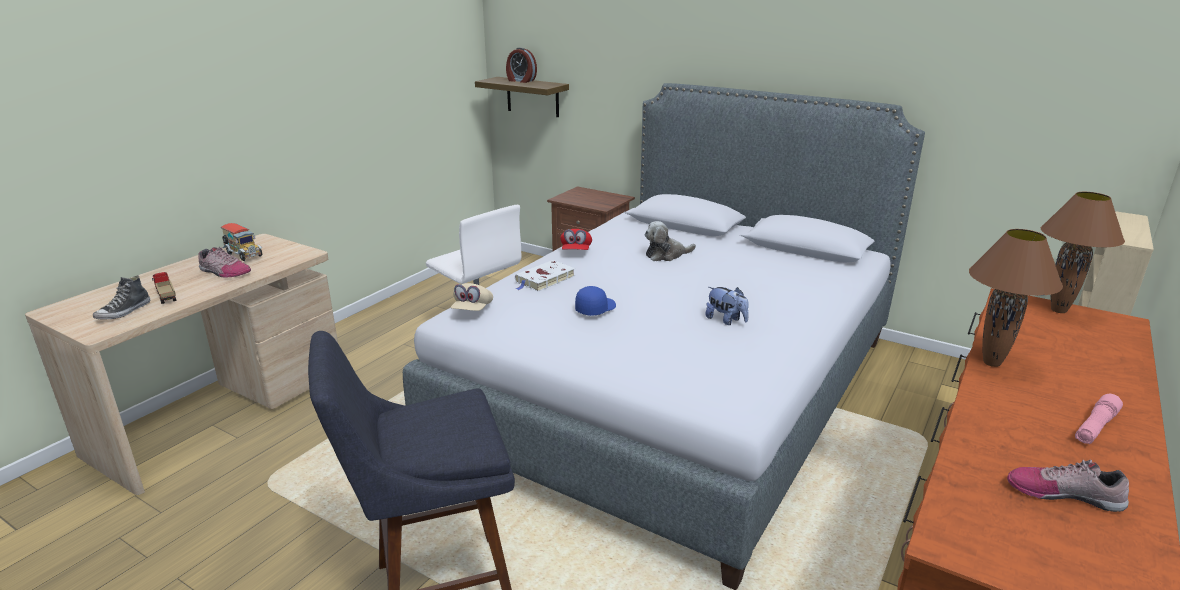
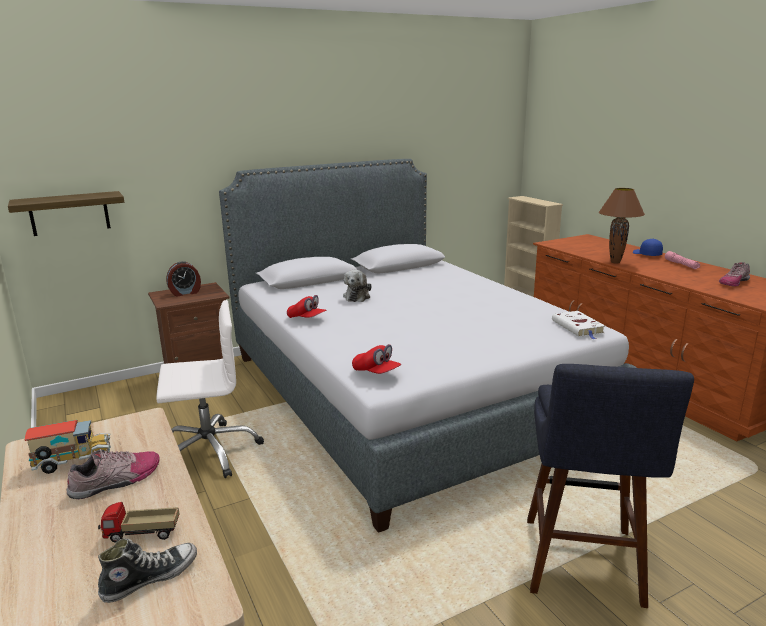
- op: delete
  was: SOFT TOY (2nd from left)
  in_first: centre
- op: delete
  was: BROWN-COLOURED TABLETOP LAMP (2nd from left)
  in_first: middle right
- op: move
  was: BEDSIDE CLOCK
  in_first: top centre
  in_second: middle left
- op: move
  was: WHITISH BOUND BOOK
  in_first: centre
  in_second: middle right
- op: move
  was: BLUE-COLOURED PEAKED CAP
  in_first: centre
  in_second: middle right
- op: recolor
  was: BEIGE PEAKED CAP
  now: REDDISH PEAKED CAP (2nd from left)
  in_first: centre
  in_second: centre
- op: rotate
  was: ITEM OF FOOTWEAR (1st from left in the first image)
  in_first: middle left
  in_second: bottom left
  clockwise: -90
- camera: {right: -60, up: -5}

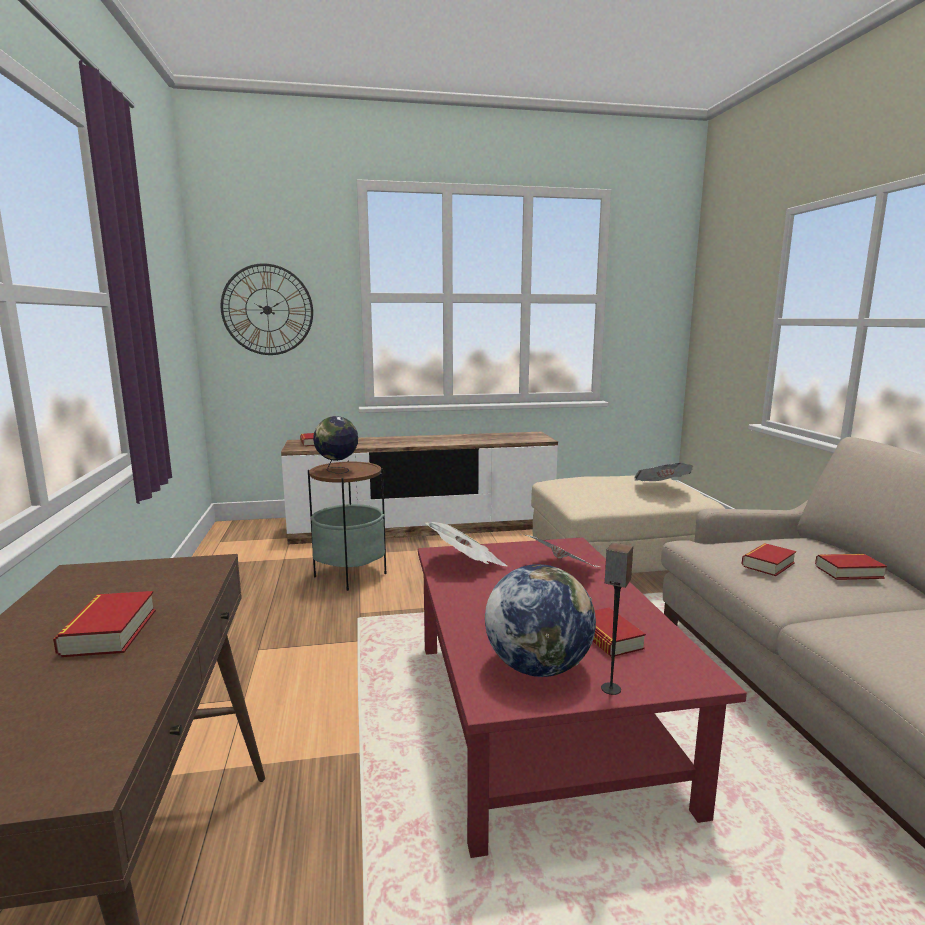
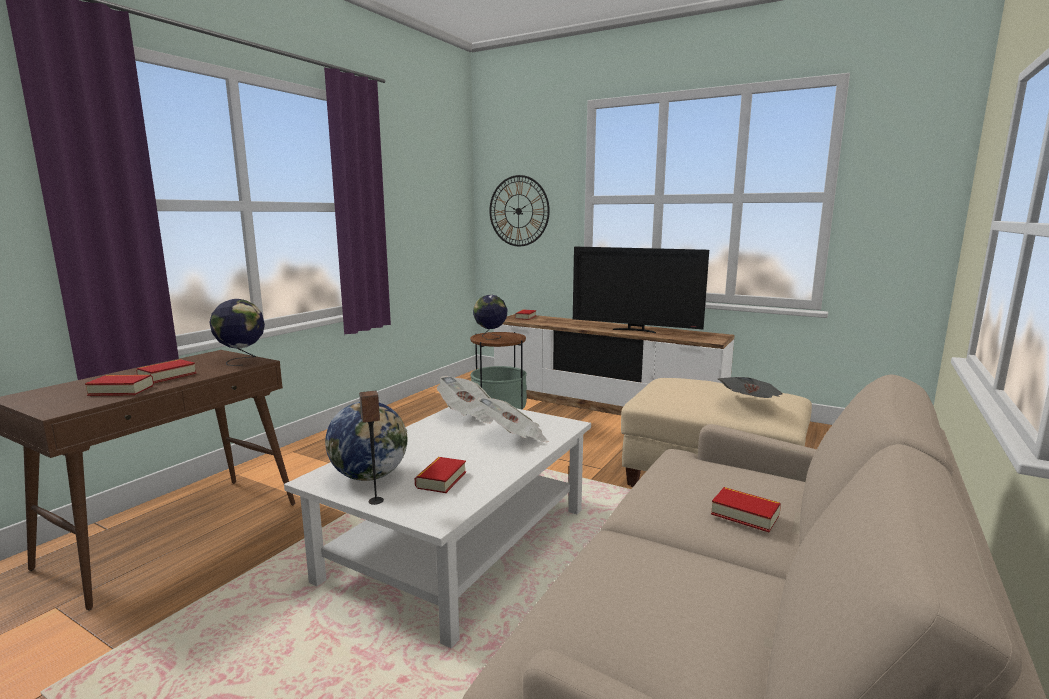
- op: insert
  now: WORLD GLOBE (1st from left)
  in_second: middle left
- op: insert
  now: TV SET
  in_second: centre
- op: move
  was: BOUND BOOK (4th from left in the first image)
  now: BOUND BOOK (1st from left)
  in_first: middle right
  in_second: middle left
- op: recolor
  was: REDDISH COFFEE TABLE
  now: WHITISH COFFEE TABLE
  in_first: bottom centre
  in_second: bottom centre
- camera: {right: 40, up: 0}

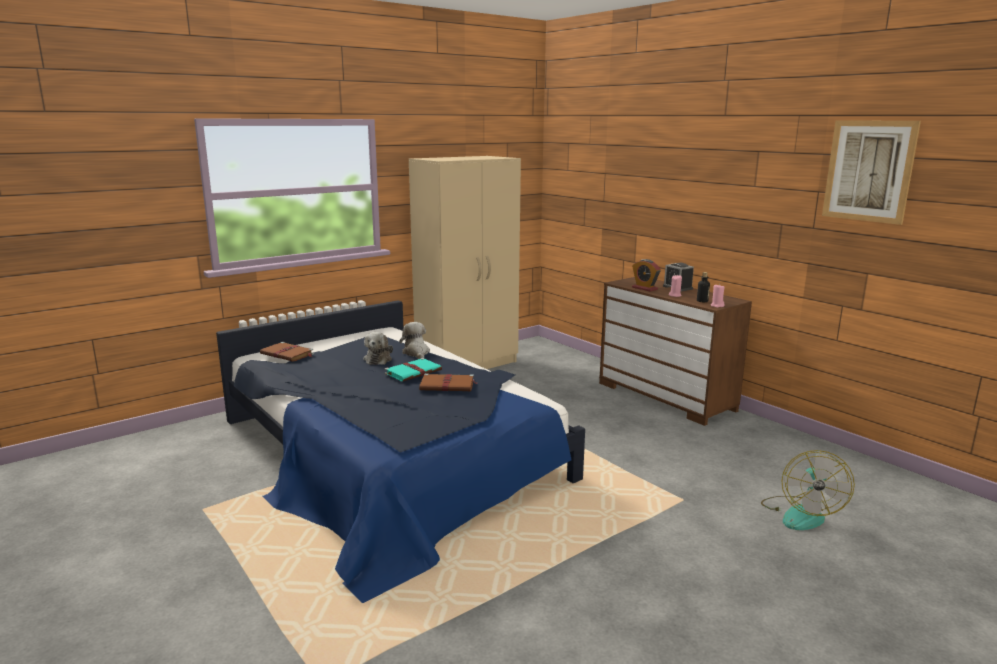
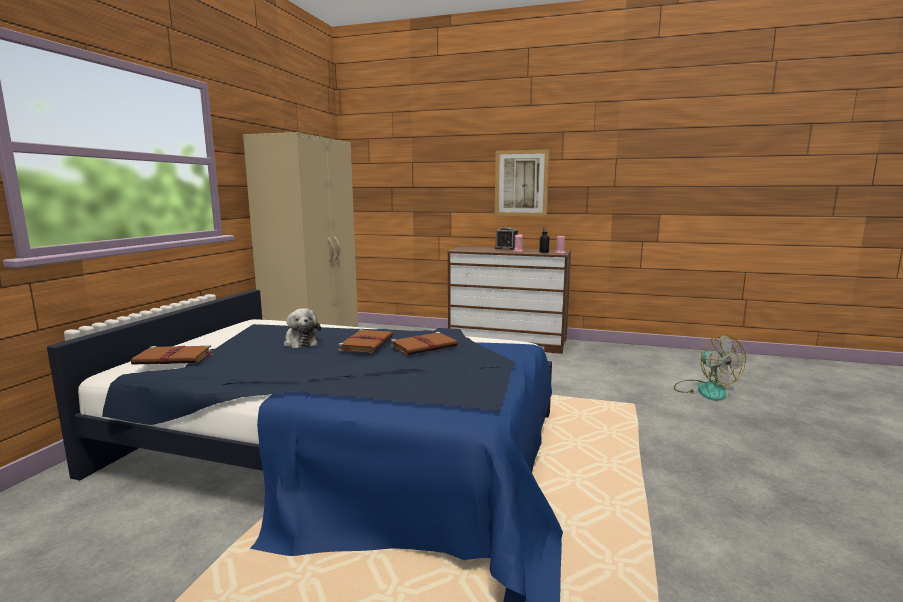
- op: delete
  was: SOFT TOY (2nd from left)
  in_first: centre
- op: delete
  was: BEDSIDE CLOCK (1st from left)
  in_first: centre
- op: move
  was: PICTURE
  in_first: top right
  in_second: top centre
- op: recolor
  was: TURQUOISE-COLOURED BOUND BOOK
  now: BROWN-COLOURED BOUND BOOK (2nd from left)
  in_first: centre
  in_second: centre
- camera: {right: -35, up: -5}

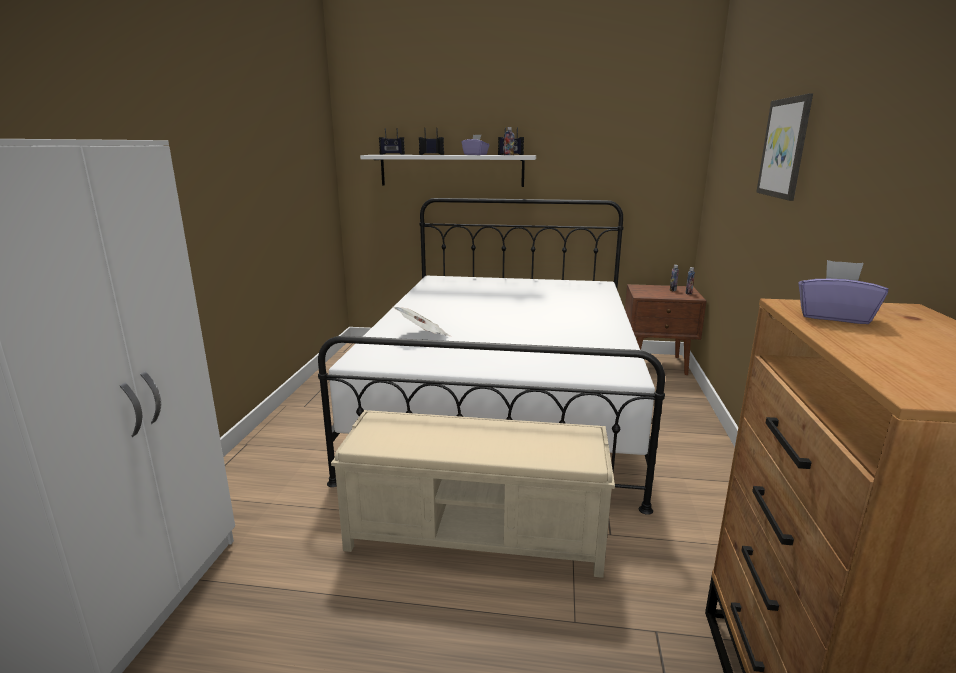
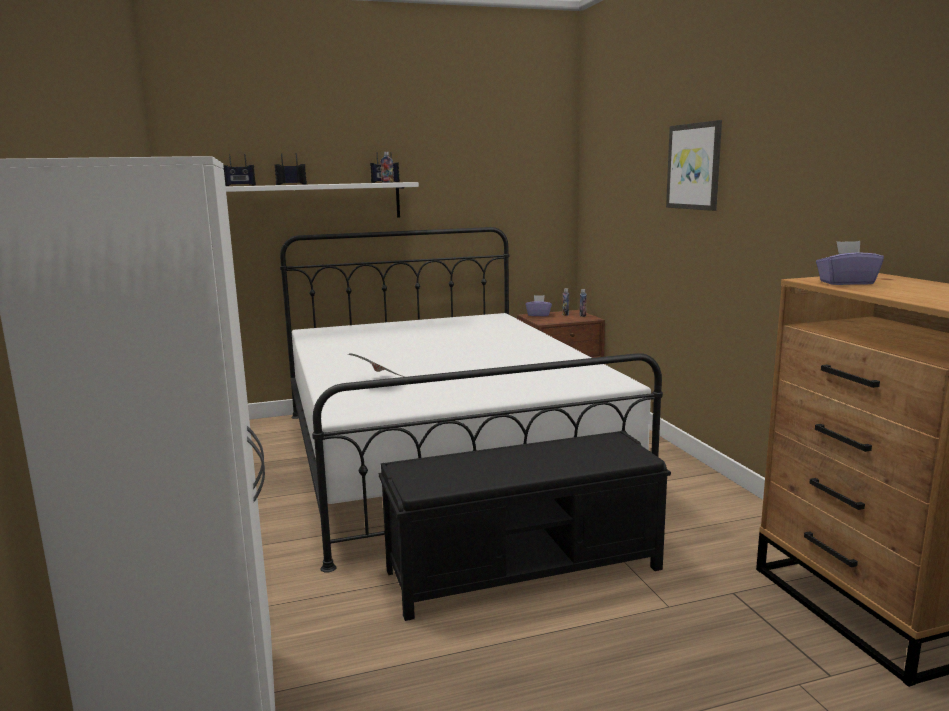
- op: move
  was: PURPLISH TISSUE HOLDER (1st from left)
  in_first: top centre
  in_second: centre
- op: recolor
  was: BEIGE LONG SEAT
  now: BLACK-COLOURED LONG SEAT
  in_first: bottom centre
  in_second: bottom centre
- camera: {right: -25, up: -5}

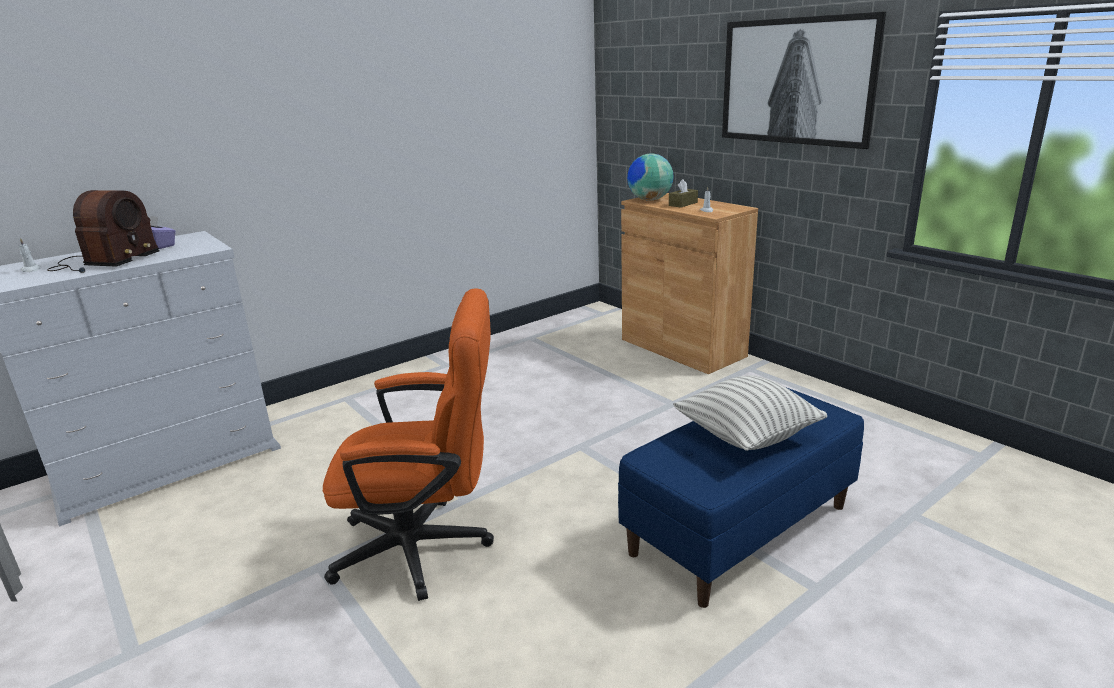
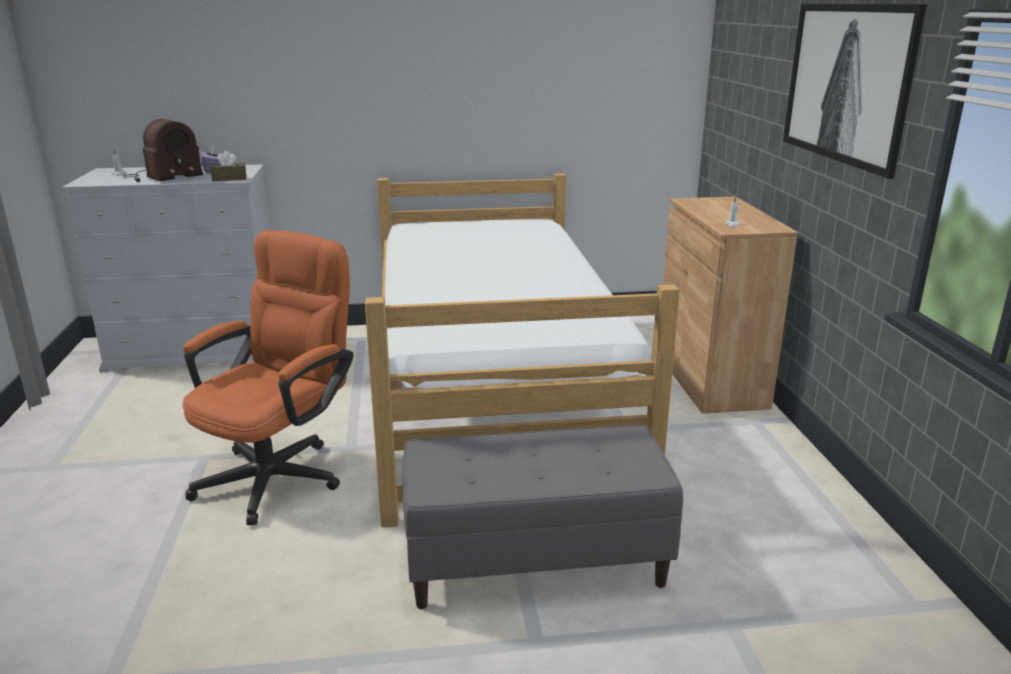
- op: delete
  was: WORLD GLOBE
  in_first: top centre
- op: delete
  was: PILLOW
  in_first: middle right
- op: insert
  now: SLEEPING BED
  in_second: centre
- op: move
  was: BROWN-COLOURED TISSUE HOLDER
  in_first: top centre
  in_second: top left
- op: recolor
  was: BLUE-COLOURED LONG SEAT
  now: GREY LONG SEAT
  in_first: bottom centre
  in_second: bottom centre
- op: rotate
  was: ORANGE-COLOURED DESK CHAIR
  in_first: centre
  in_second: middle left
  clockwise: -90
- camera: {right: 30, up: 0}

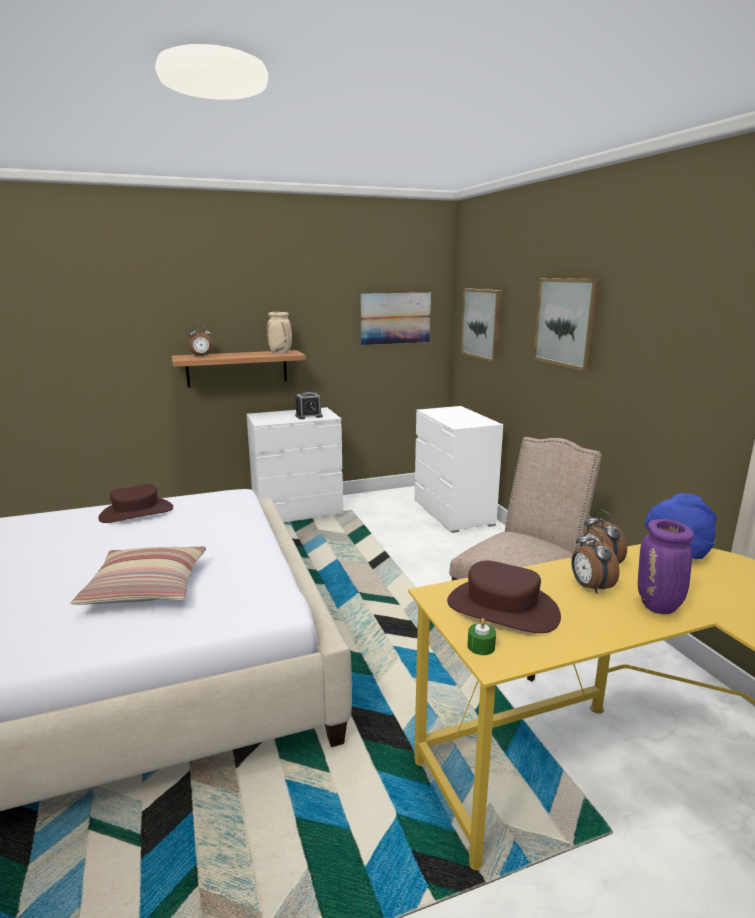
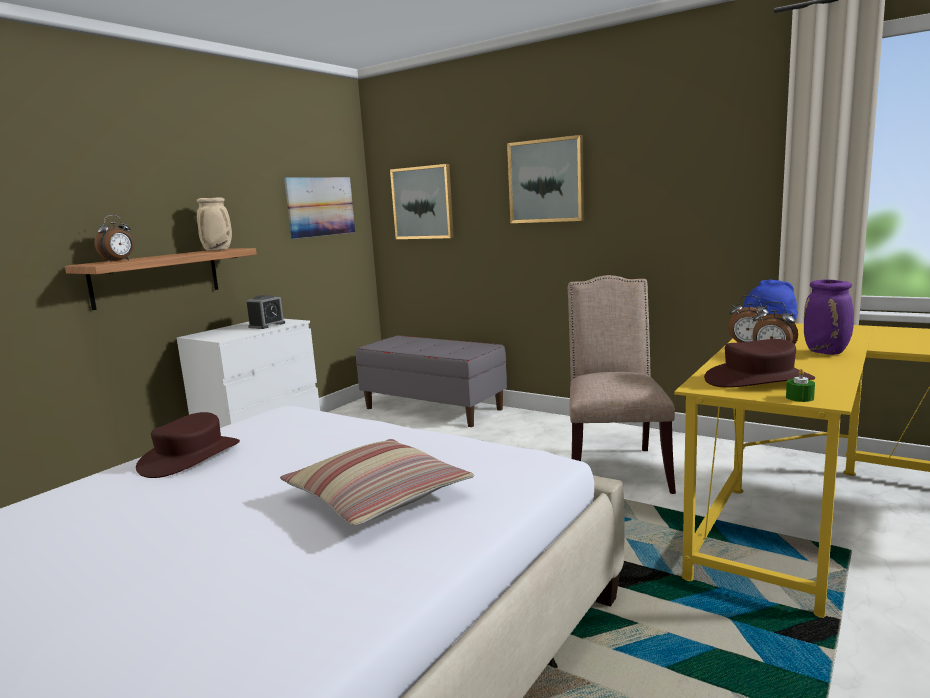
- op: replace
  was: WHITISH DRESSER (2nd from left)
  now: GREY LONG SEAT
  in_first: centre
  in_second: centre
- camera: {right: -35, up: -5}

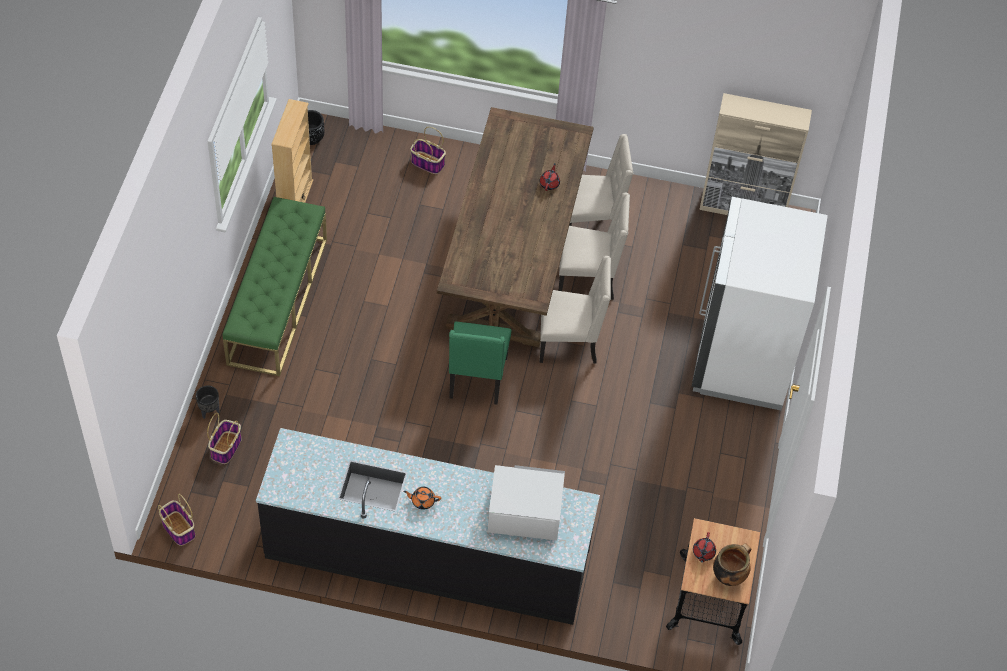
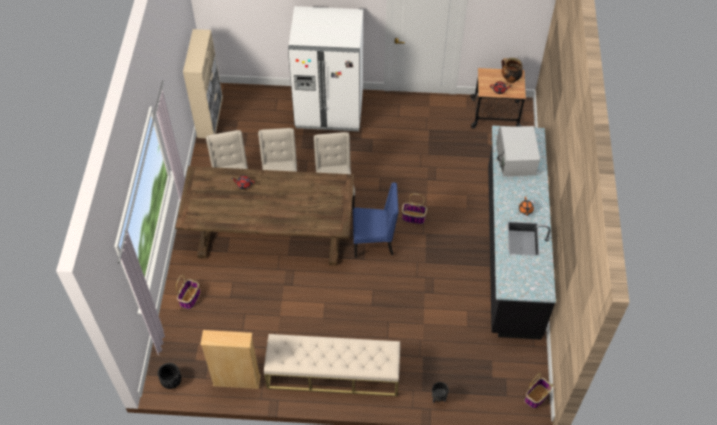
- op: move
  was: STORAGE BASKET (2nd from left)
  in_first: middle left
  in_second: centre
- op: recolor
  was: GREEN LONG SEAT
  now: BEIGE LONG SEAT
  in_first: middle left
  in_second: bottom centre
- op: recolor
  was: GREEN PLAIN CHAIR
  now: BLUE-COLOURED PLAIN CHAIR
  in_first: centre
  in_second: centre
- camera: {right: -95, up: 0}

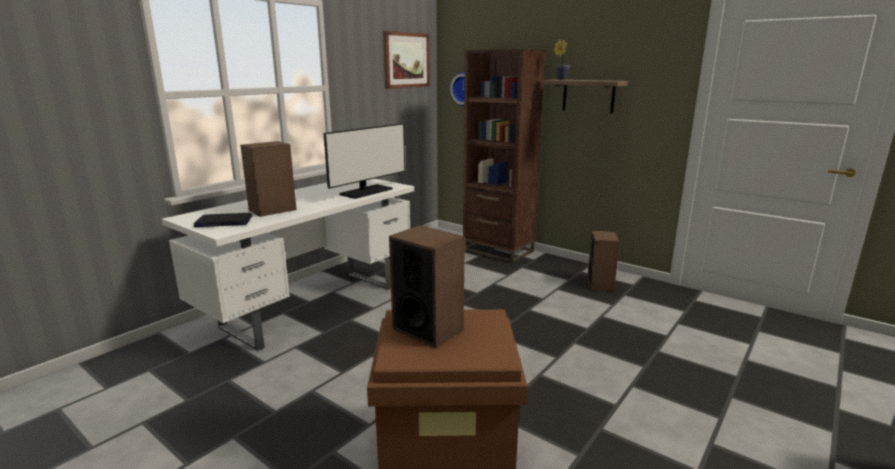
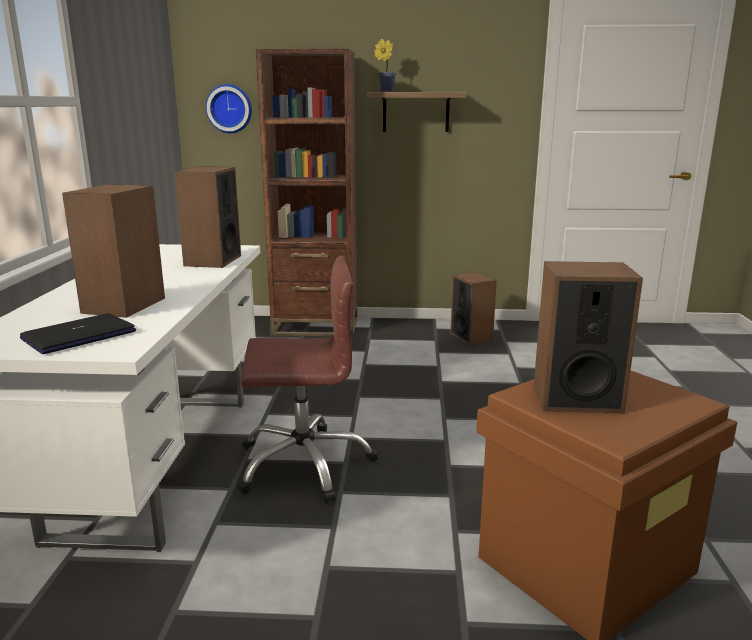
- op: delete
  was: PICTURE
  in_first: top centre
- op: insert
  now: BROWN-COLOURED DESK CHAIR
  in_second: centre
- op: replace
  was: MONITOR
  now: SPEAKER (2nd from left)
  in_first: centre
  in_second: middle left
- camera: {right: -35, up: 0}

